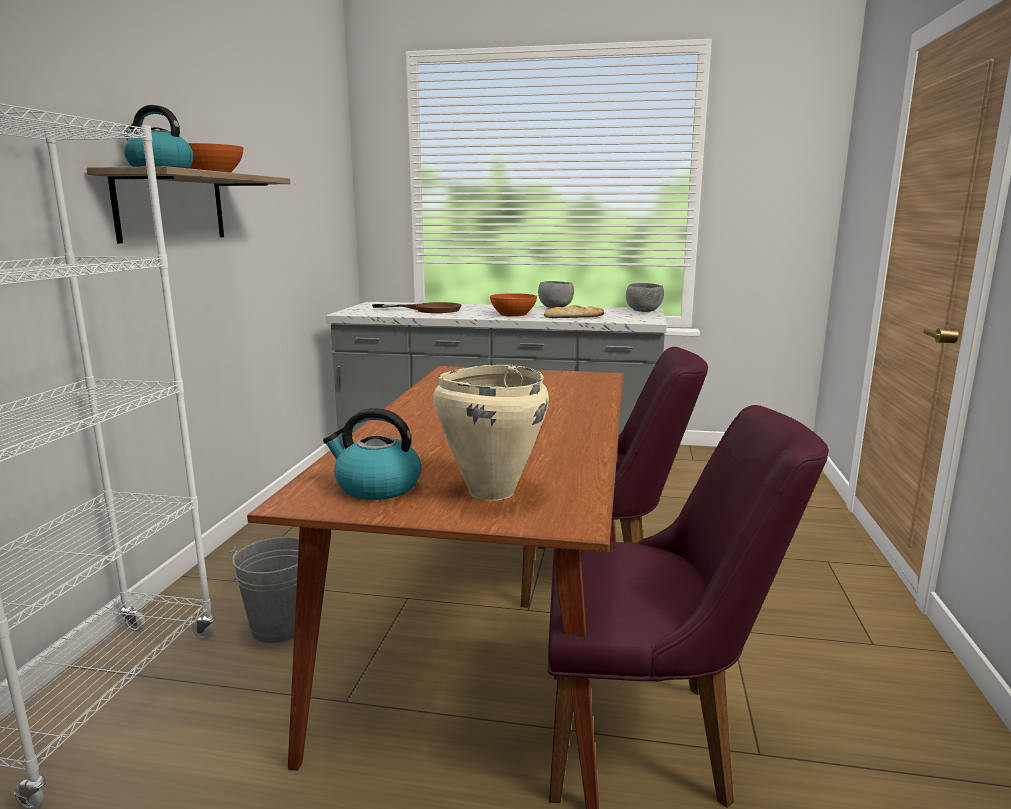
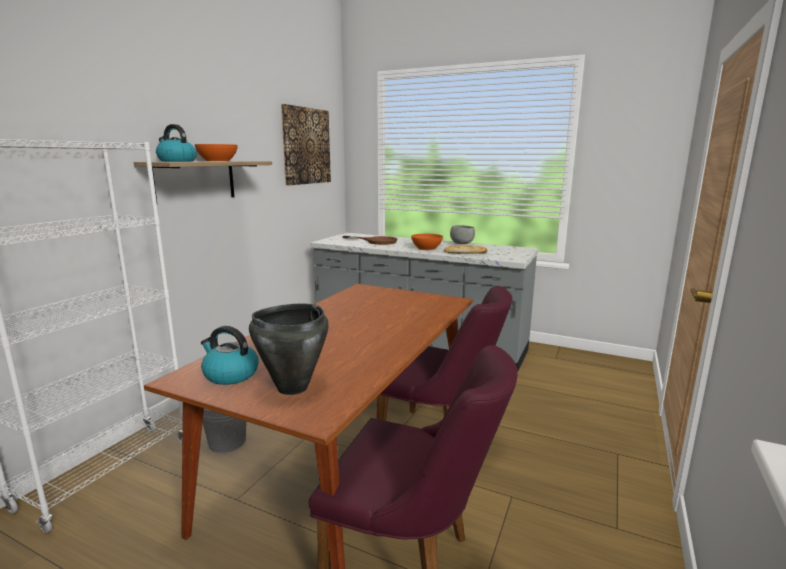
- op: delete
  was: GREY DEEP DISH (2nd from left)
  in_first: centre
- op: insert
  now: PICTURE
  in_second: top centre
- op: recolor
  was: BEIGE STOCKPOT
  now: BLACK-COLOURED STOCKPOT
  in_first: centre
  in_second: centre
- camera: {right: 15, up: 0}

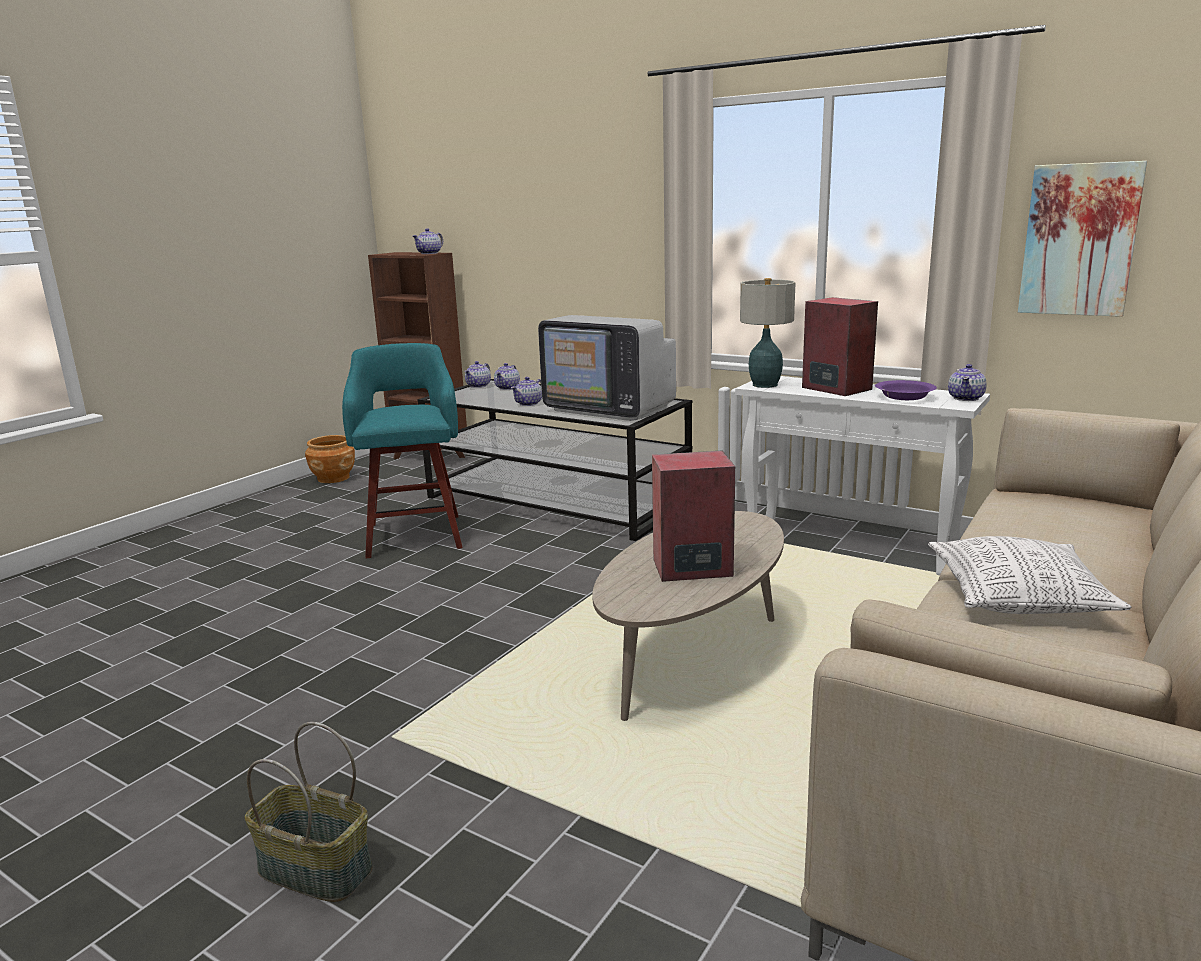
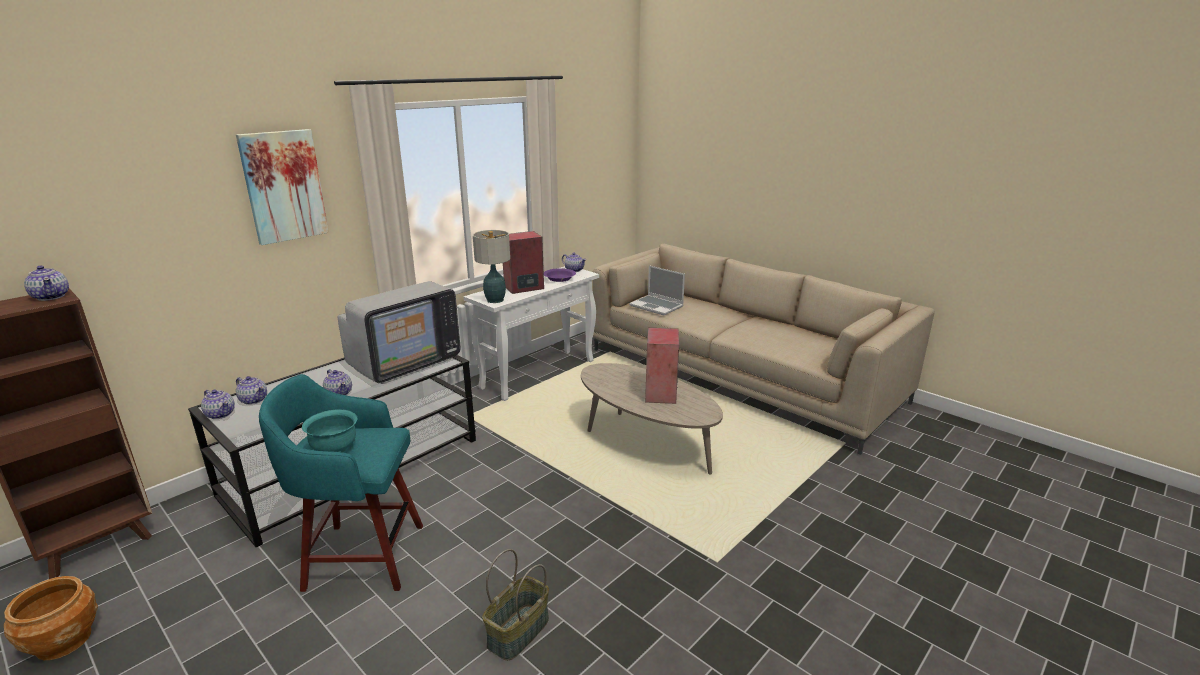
- op: delete
  was: PILLOW
  in_first: middle right
- op: insert
  now: TURQUOISE-COLOURED DEEP DISH
  in_second: middle left
- op: insert
  now: LAPTOP
  in_second: centre
- op: move
  was: STORAGE BASKET
  in_first: bottom left
  in_second: bottom centre
- op: move
  was: PICTURE
  in_first: top right
  in_second: top left
- camera: {right: -80, up: 5}

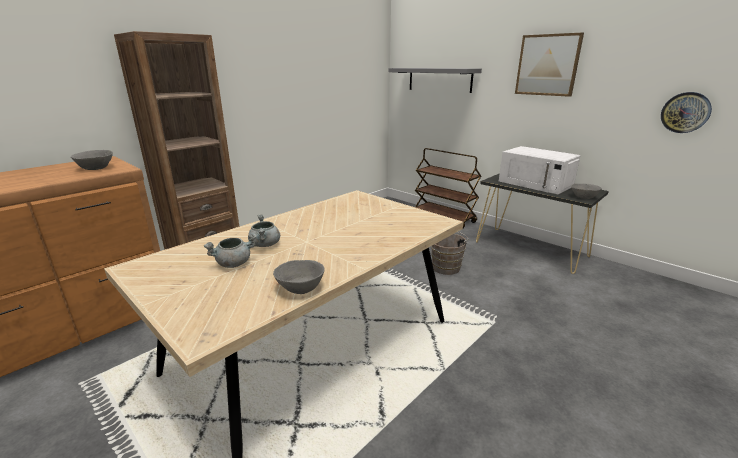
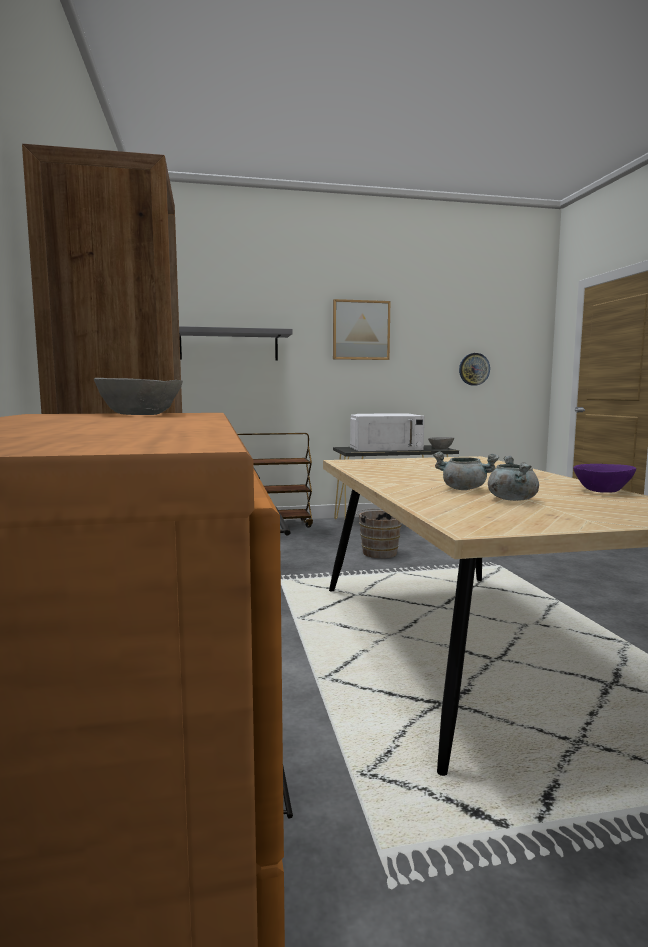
- op: recolor
  was: GREY DEEP DISH (2nd from left)
  now: PURPLISH DEEP DISH
  in_first: centre
  in_second: middle right
- camera: {right: -55, up: -15}

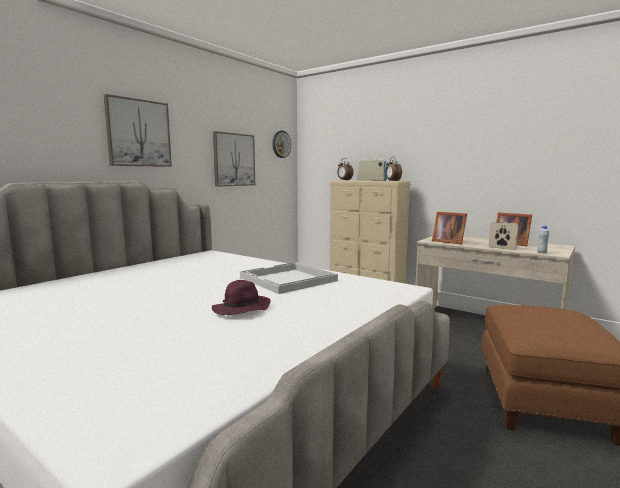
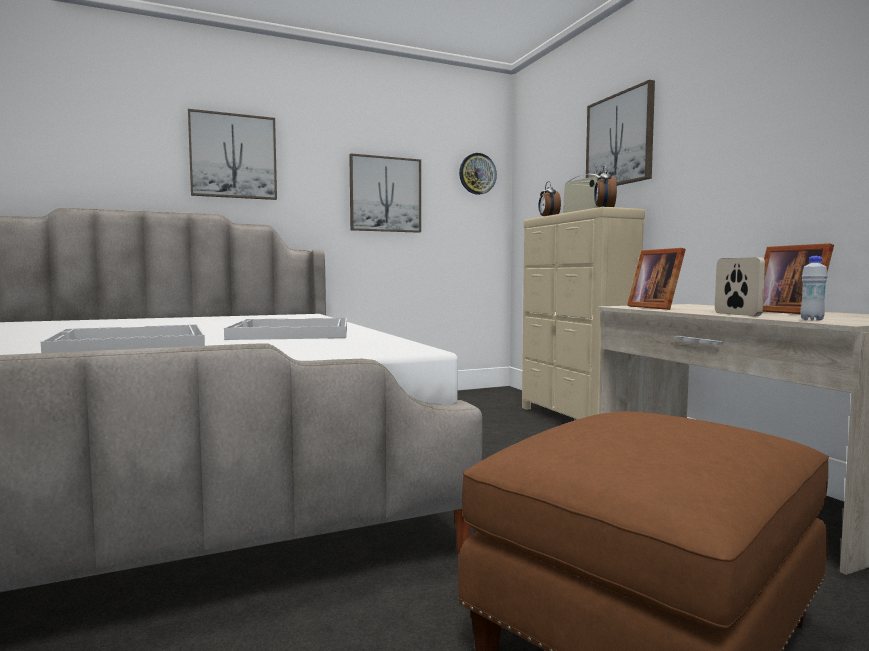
- op: insert
  now: PICTURE (3rd from left)
  in_second: top right
- op: replace
  was: PURPLISH CLOTHING HAT
  now: WHITISH SERVING TRAY (1st from left)
  in_first: centre
  in_second: middle left
- camera: {right: 30, up: -5}

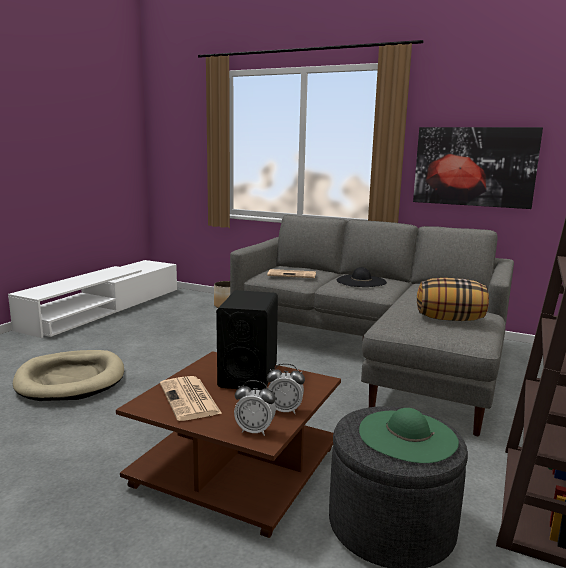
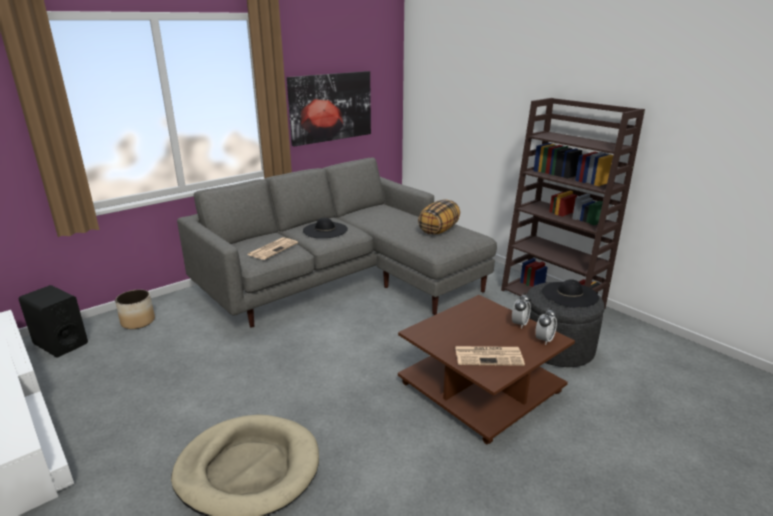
- op: move
  was: BLACK-COLOURED SPEAKER
  in_first: centre
  in_second: middle left
- op: recolor
  was: GREEN CLOTHING HAT
  now: BLACK-COLOURED CLOTHING HAT (2nd from left)
  in_first: bottom right
  in_second: middle right
- camera: {right: -65, up: 10}

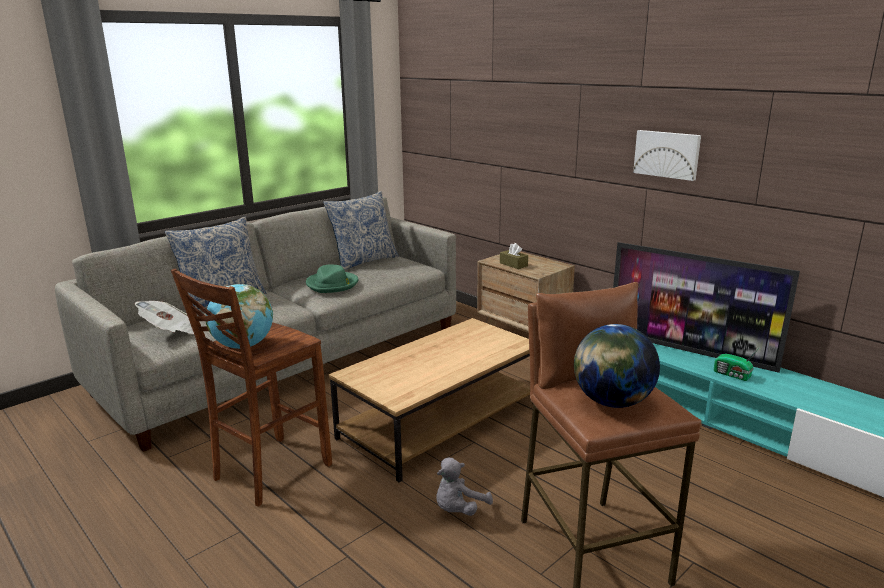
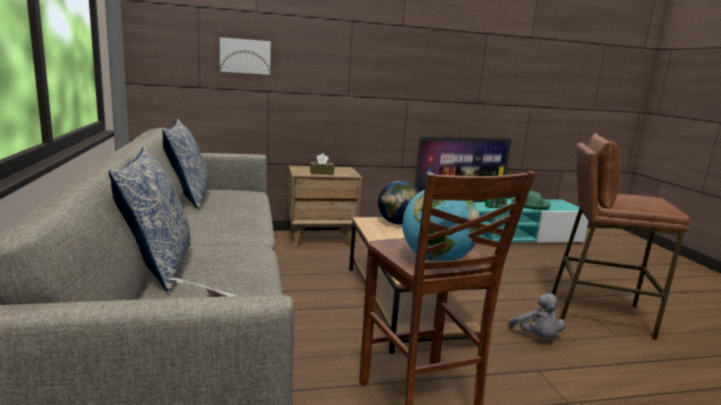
- op: move
  was: GREEN CLOTHING HAT
  in_first: centre
  in_second: middle right
- op: move
  was: WORLD GLOBE (2nd from left in the first image)
  now: WORLD GLOBE (1st from left)
  in_first: middle right
  in_second: centre
- op: move
  was: PICTURE
  in_first: top right
  in_second: top centre
- camera: {right: -60, up: -5}

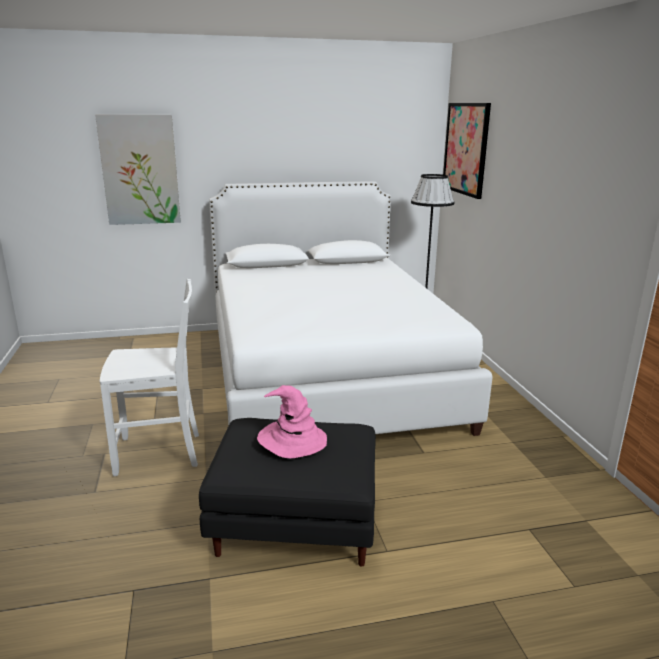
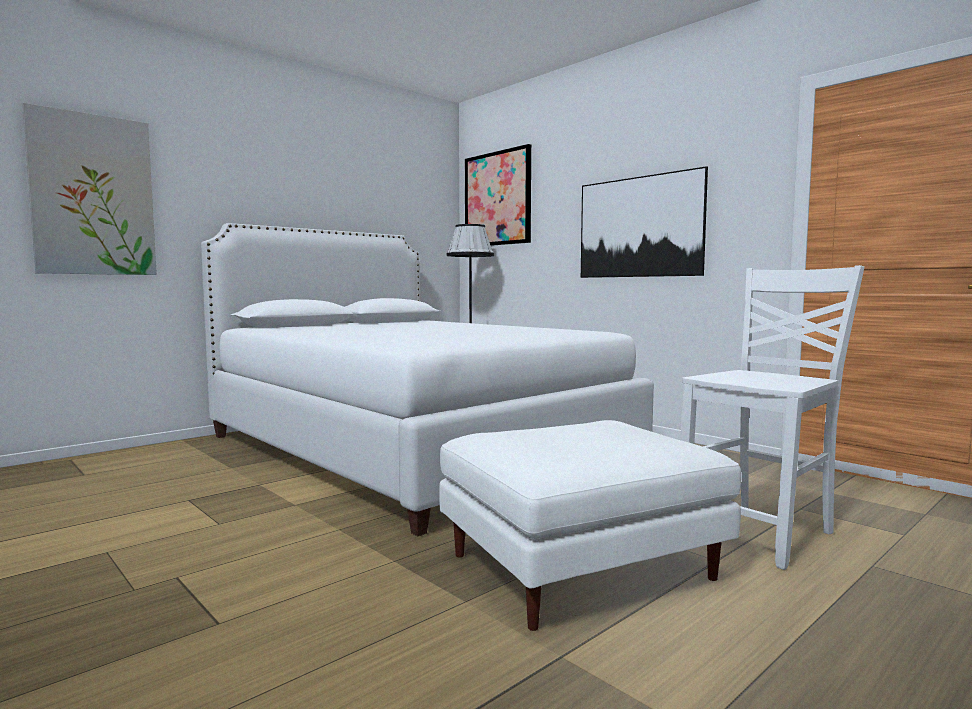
- op: delete
  was: PINKISH CLOTHING HAT
  in_first: centre
- op: insert
  now: PICTURE (3rd from left)
  in_second: top centre
- op: move
  was: WHITISH PLAIN CHAIR
  in_first: middle left
  in_second: middle right
- op: recolor
  was: BLACK-COLOURED POUFFE
  now: WHITISH POUFFE
  in_first: bottom centre
  in_second: bottom centre
- camera: {right: -30, up: -15}

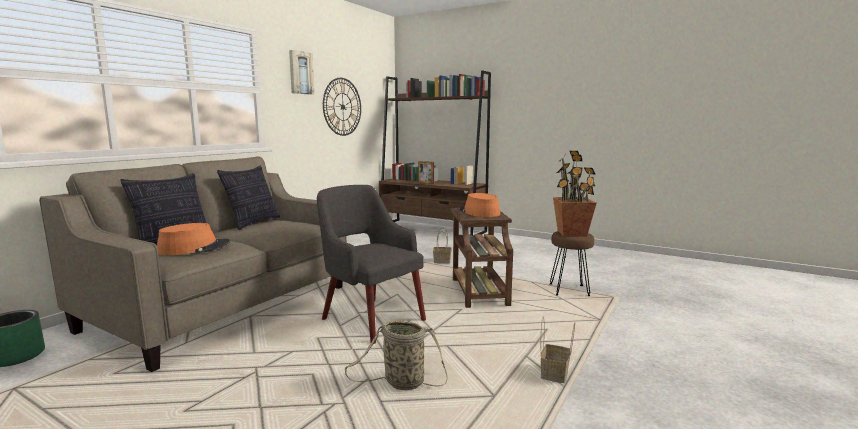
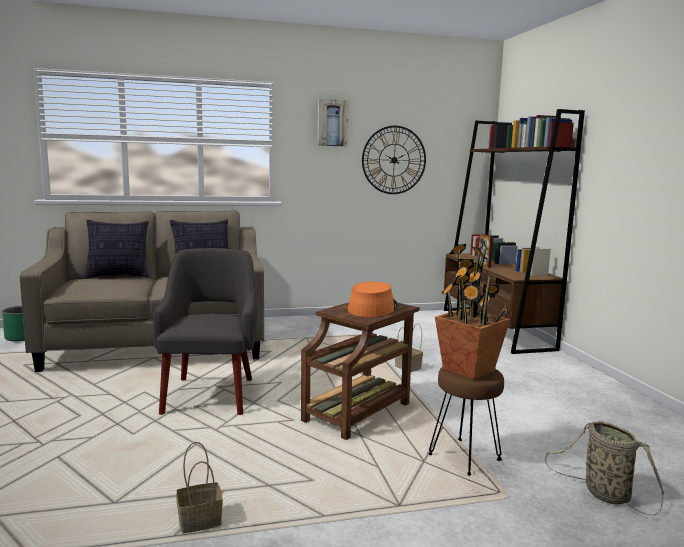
- op: delete
  was: ORANGE-COLOURED CLOTHING HAT (1st from left)
  in_first: middle left
- op: move
  was: STORAGE BASKET (1st from left in the first image)
  now: STORAGE BASKET (3rd from left)
  in_first: bottom centre
  in_second: bottom right
- camera: {right: 45, up: 0}

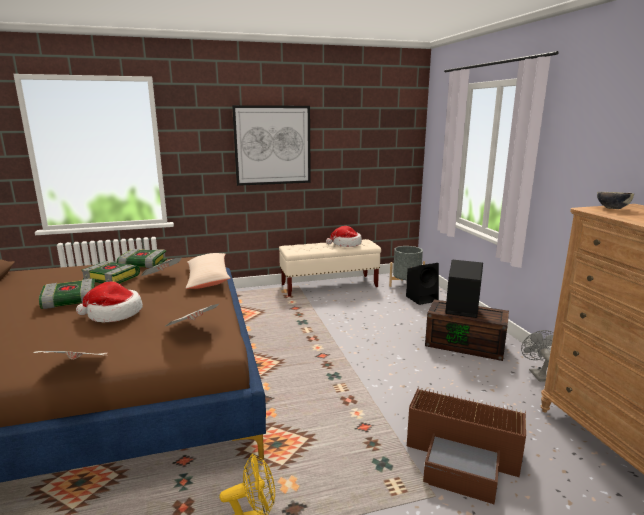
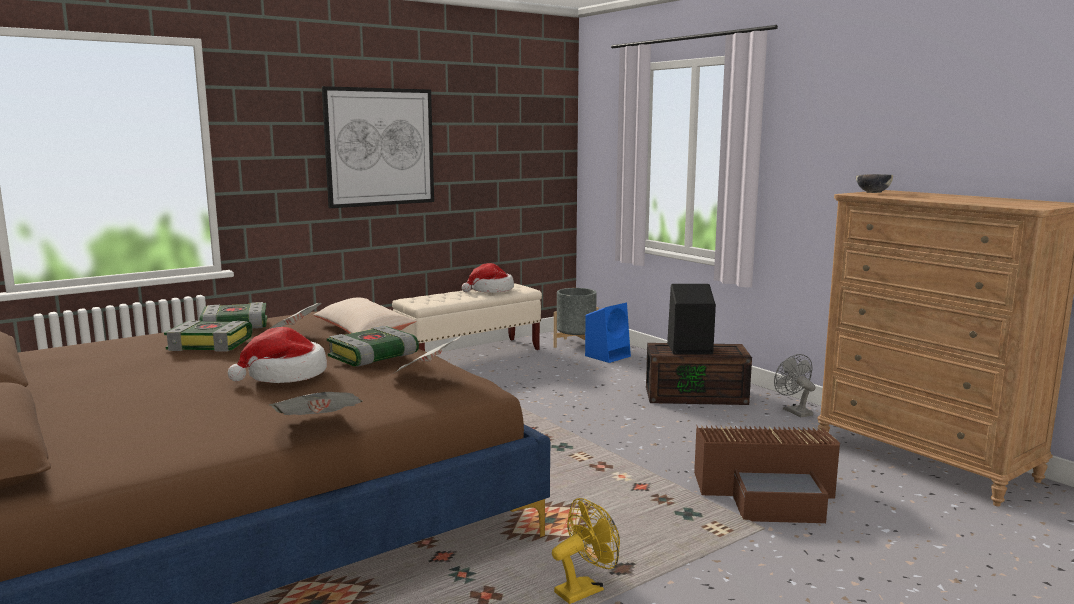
- op: move
  was: BOUND BOOK (1st from left in the first image)
  now: BOUND BOOK (3rd from left)
  in_first: middle left
  in_second: centre
- op: recolor
  was: BLACK-COLOURED SPEAKER (1st from left)
  now: BLUE-COLOURED SPEAKER
  in_first: centre
  in_second: centre
- camera: {right: -20, up: -5}

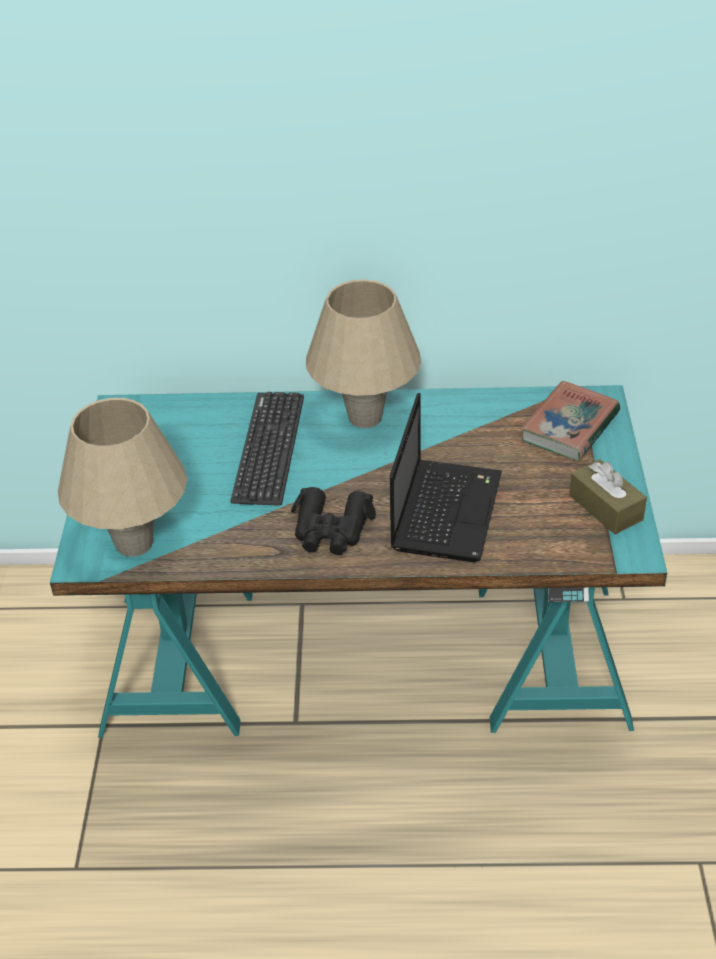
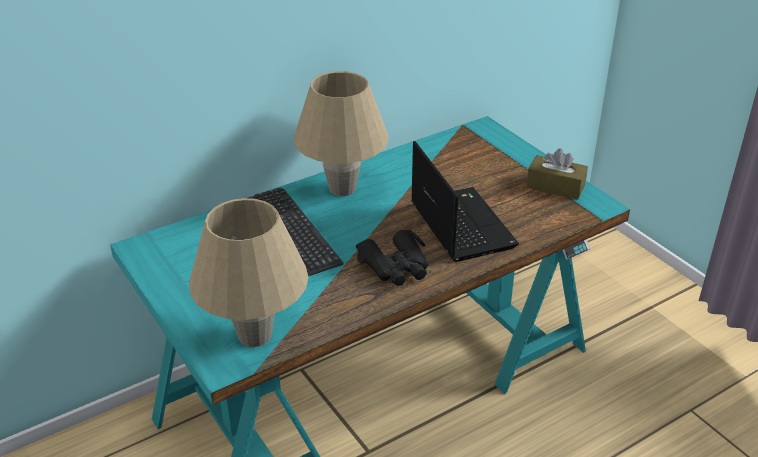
- op: delete
  was: BOUND BOOK
  in_first: middle right
- camera: {right: -35, up: -5}

